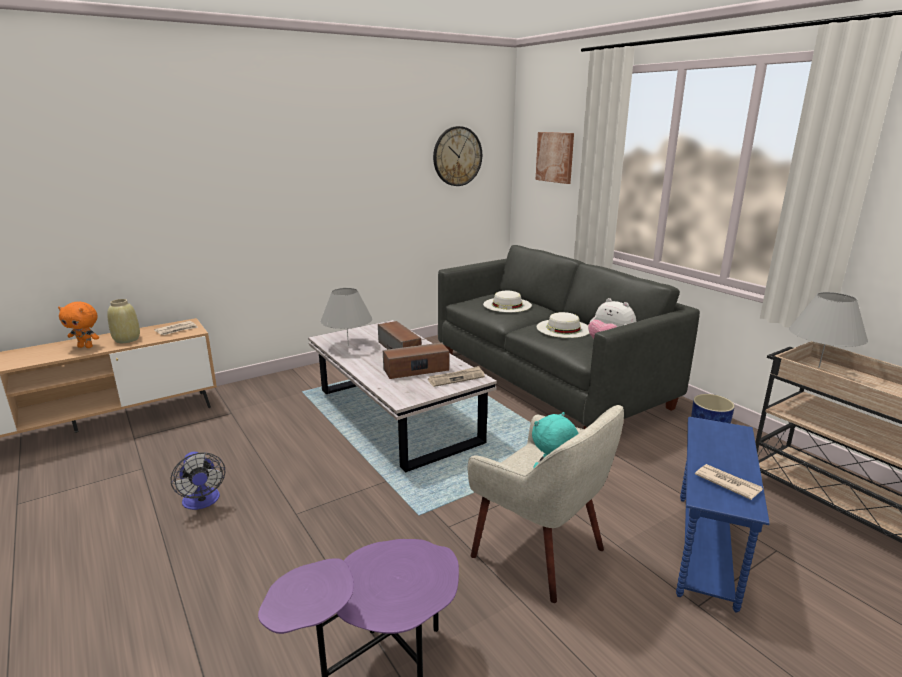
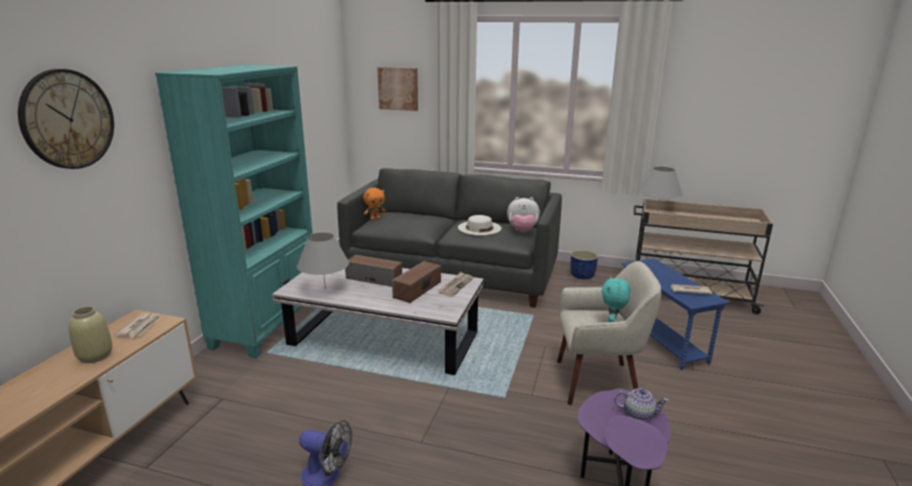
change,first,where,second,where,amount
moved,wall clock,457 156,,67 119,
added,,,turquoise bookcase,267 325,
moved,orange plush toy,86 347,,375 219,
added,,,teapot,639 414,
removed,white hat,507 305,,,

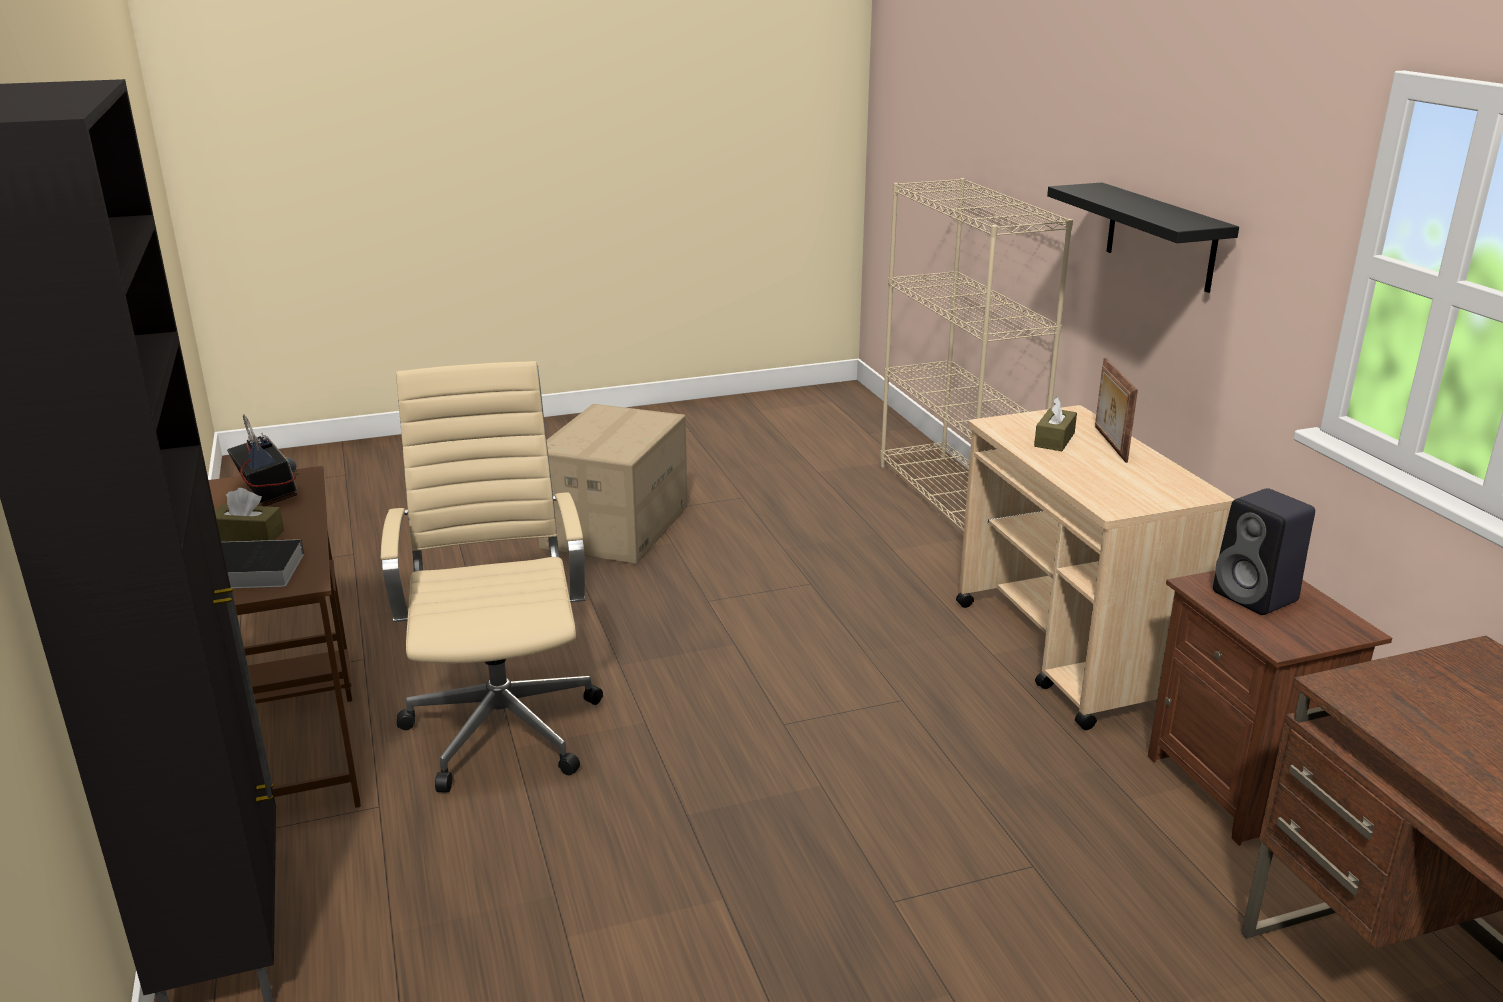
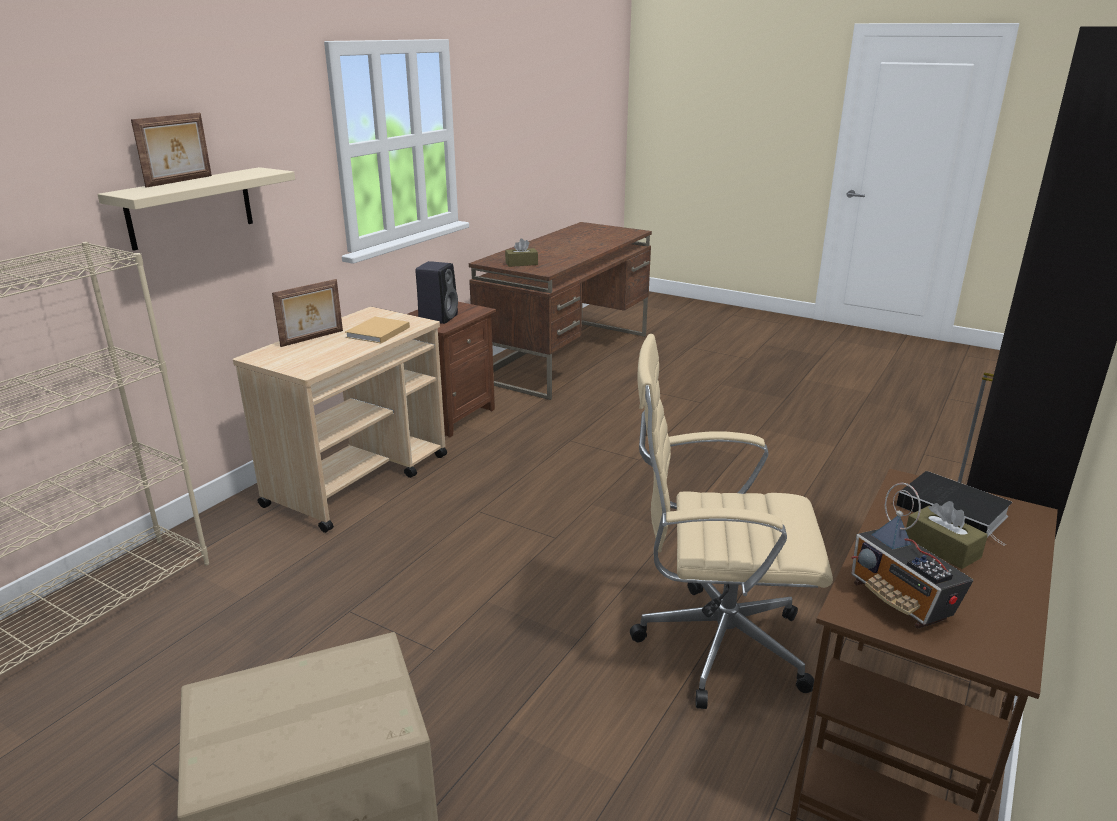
change,first,where,second,where,amount
recoloured,black shelf,1160 237,beige shelf,190 208,
added,,,picture frame,180 181,
added,,,beige book,377 333,
moved,brown tissue box,1054 440,,521 263,
turned,beige office chair,503 725,,713 645,60 degrees clockwise
turned,radio,268 492,,901 601,45 degrees counterclockwise

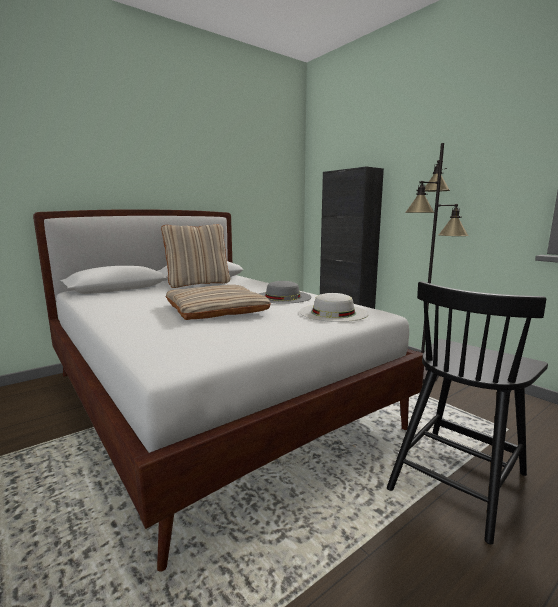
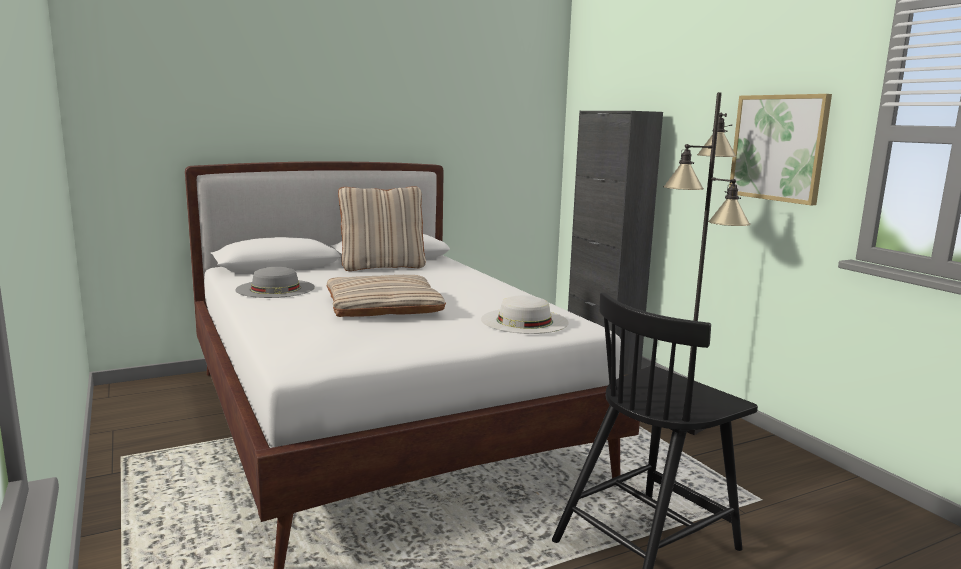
change,first,where,second,where,amount
moved,grey hat,282 297,,275 288,
added,,,picture,778 148,

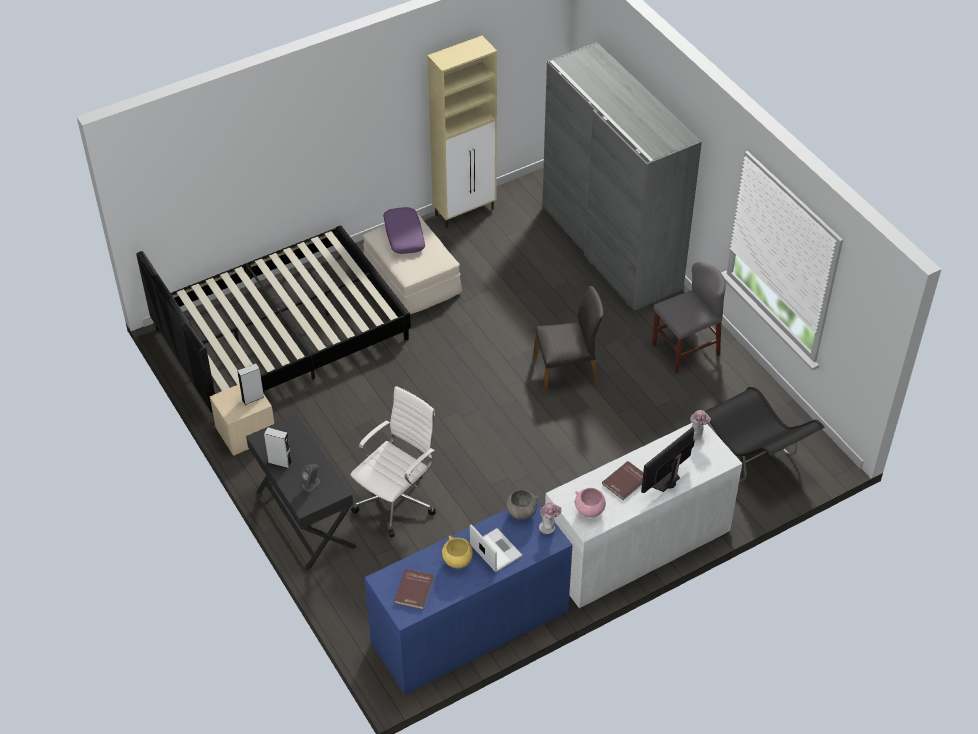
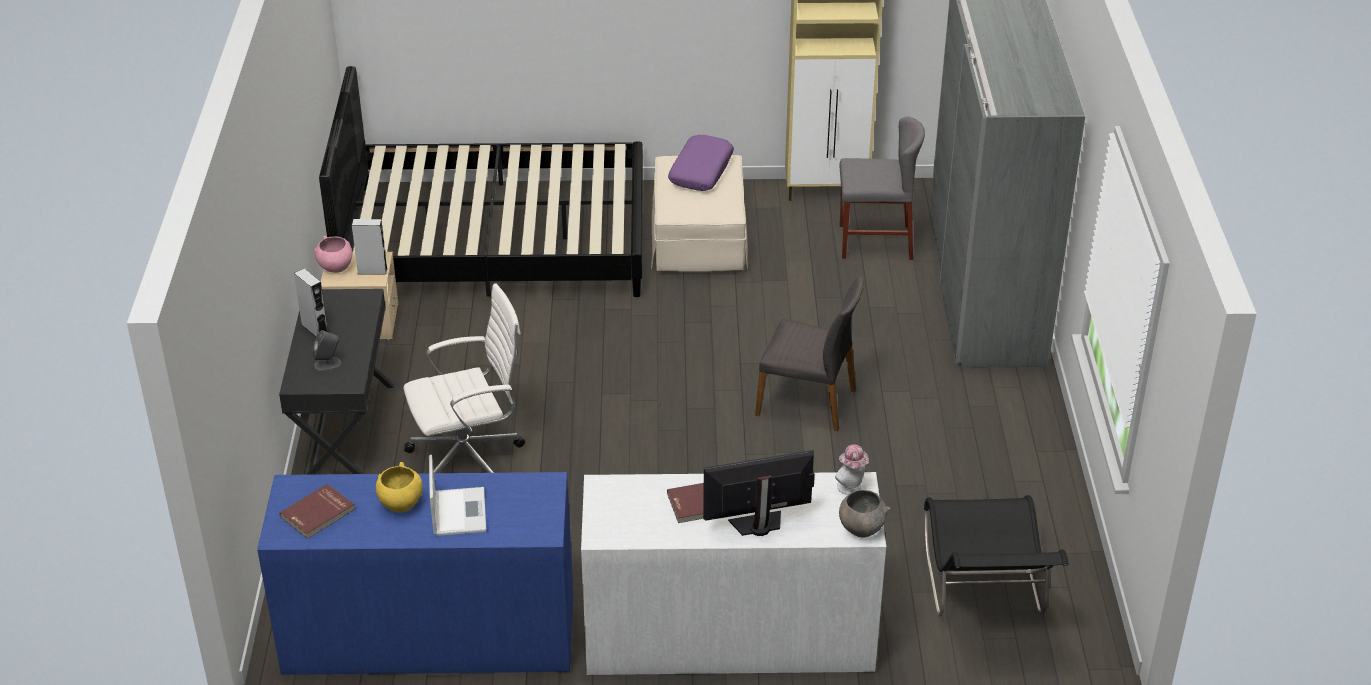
change,first,where,second,where,amount
moved,pink bowl,589 511,,335 267,
moved,grey chair,685 350,,875 242,
moved,grey bowl,521 513,,861 528,
removed,hat,549 527,,,

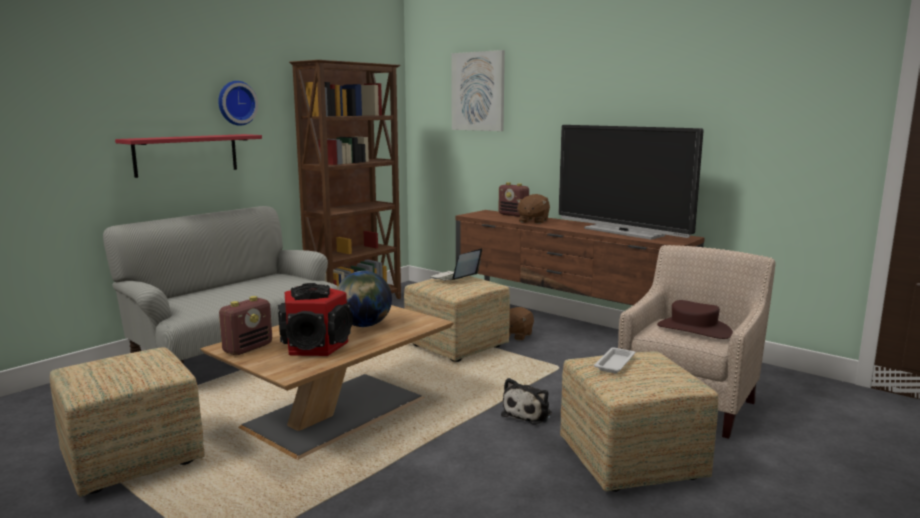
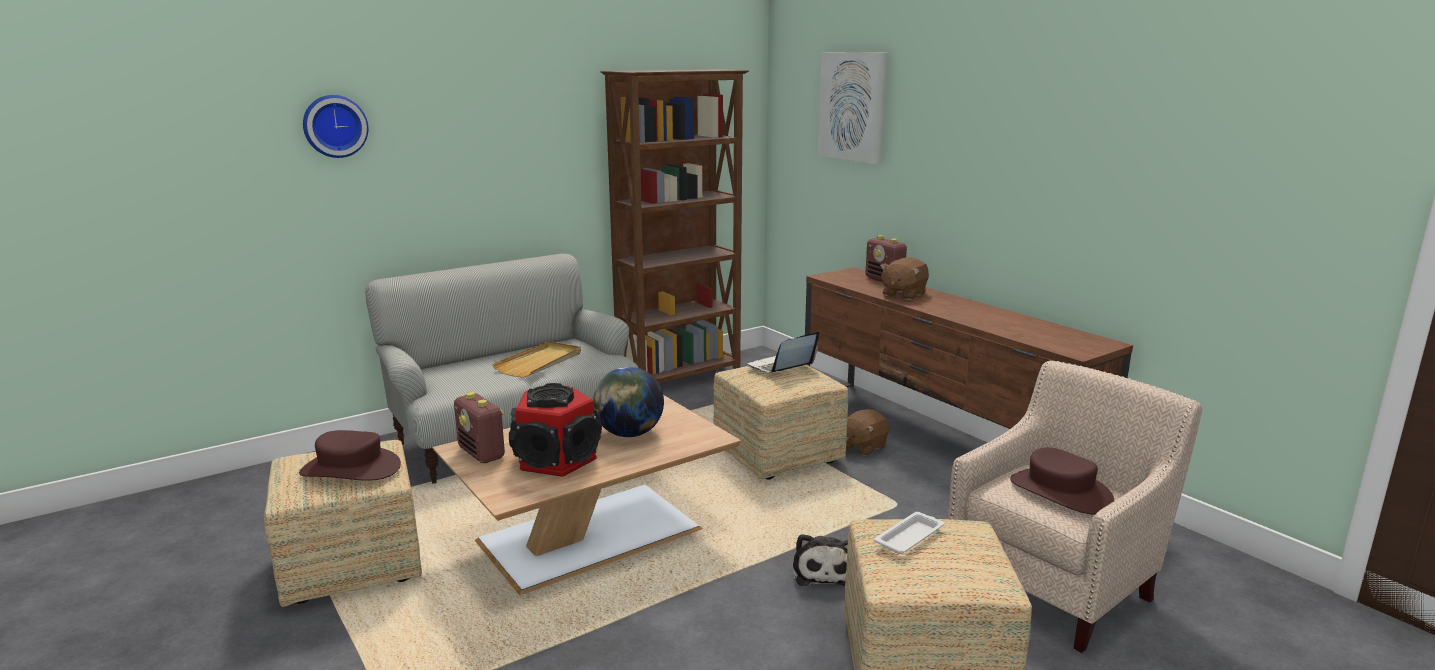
change,first,where,second,where,amount
added,,,brown hat,351 469,
moved,wall clock,236 103,,334 126,
turned,radio,248 348,,482 453,90 degrees clockwise
added,,,beige tray,539 362,
turned,plush toy,528 413,,823 571,45 degrees counterclockwise
removed,red shelf,186 155,,,
removed,television,623 232,,,

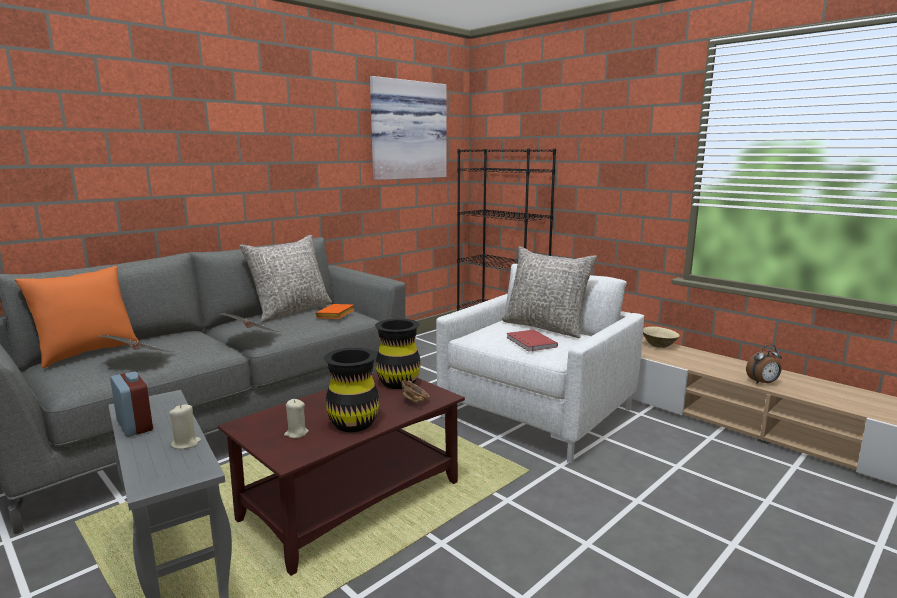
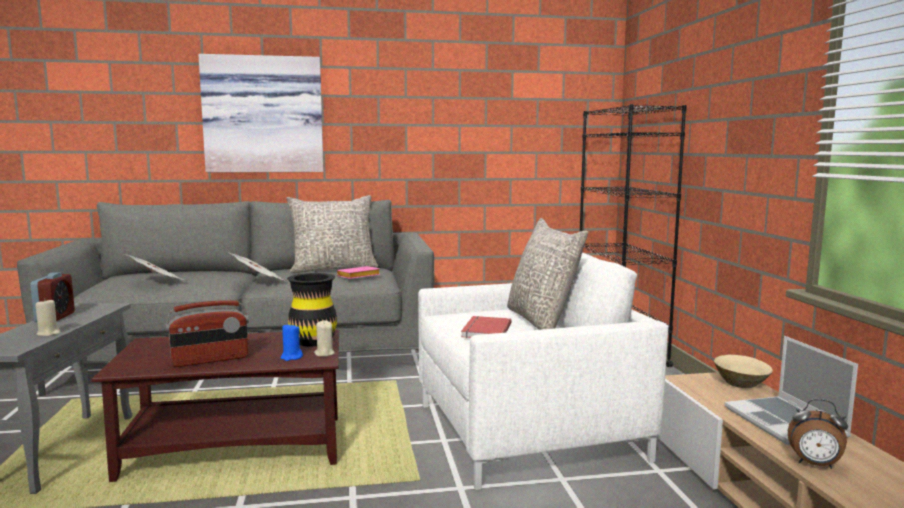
change,first,where,second,where,amount
replaced,black vase,353 423,radio,210 360,
moved,picture,407 130,,263 115,
replaced,bowl,415 401,blue candle,291 357,
moved,beige candle,296 433,,324 353,
recoloured,orange book,336 315,pink book,358 276,
added,,,laptop,786 423,
removed,orange pillow,87 353,,,

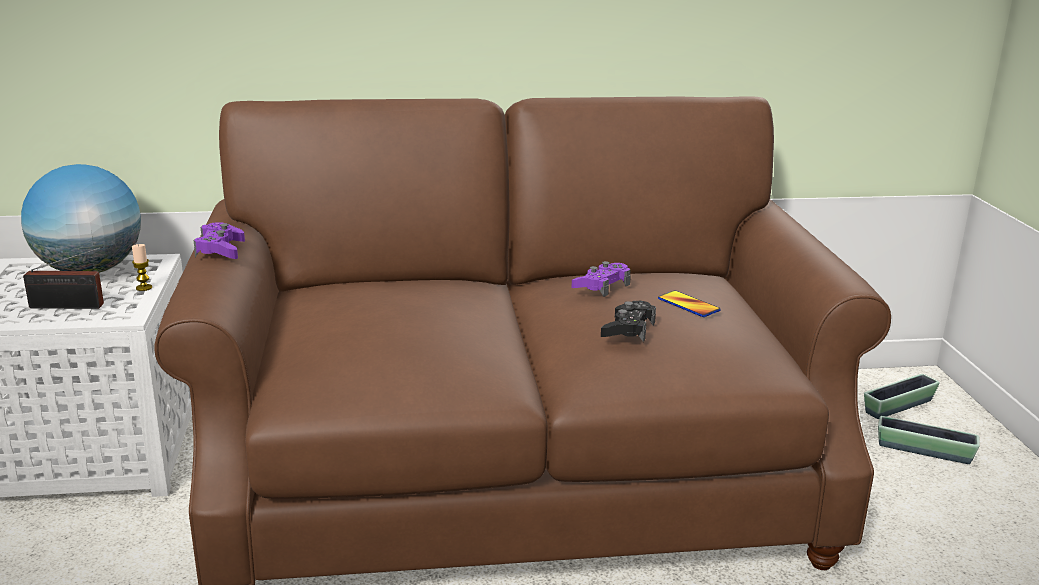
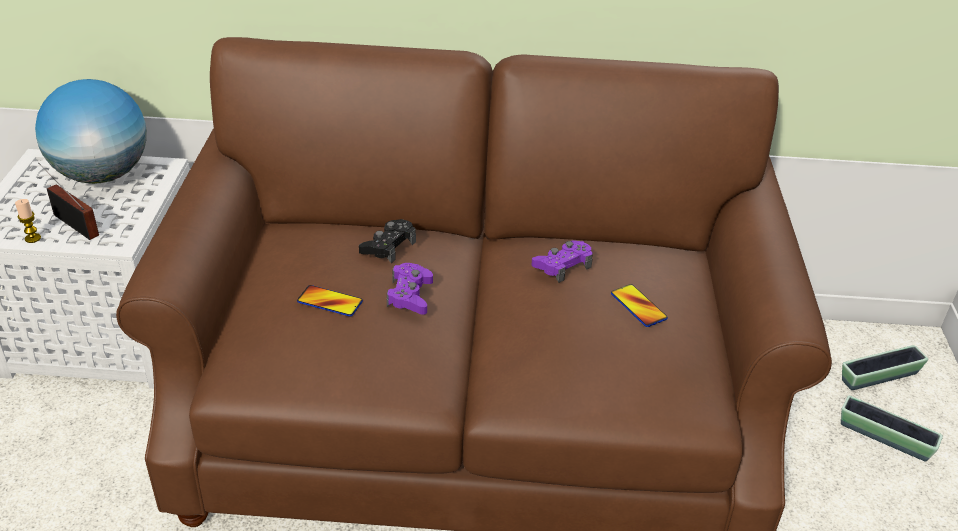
change,first,where,second,where,amount
moved,candle,144 288,,33 238,
turned,radio,70 306,,74 223,150 degrees counterclockwise
added,,,phone,330 302,
moved,black game controller,628 329,,388 246,
moved,purple game controller,220 249,,410 295,

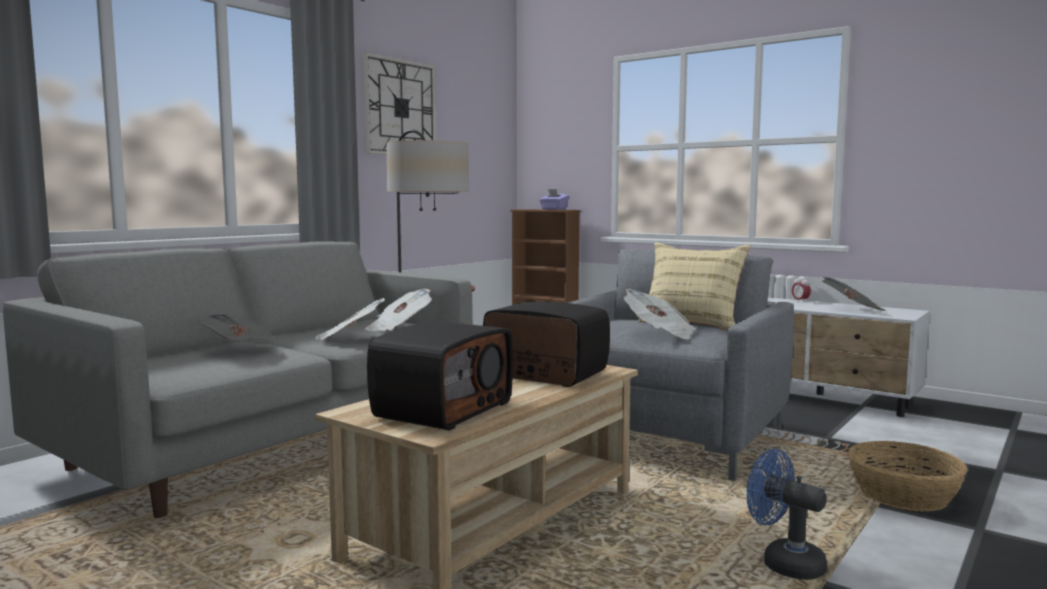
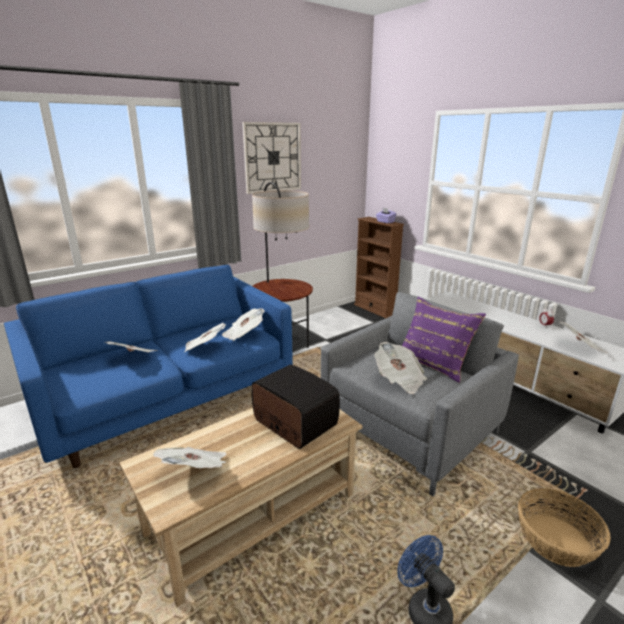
change,first,where,second,where,amount
recoloured,grey sofa,273 442,blue sofa,167 399,
replaced,radio,442 409,newspaper,196 471,
recoloured,beige pillow,692 323,purple pillow,434 363,

